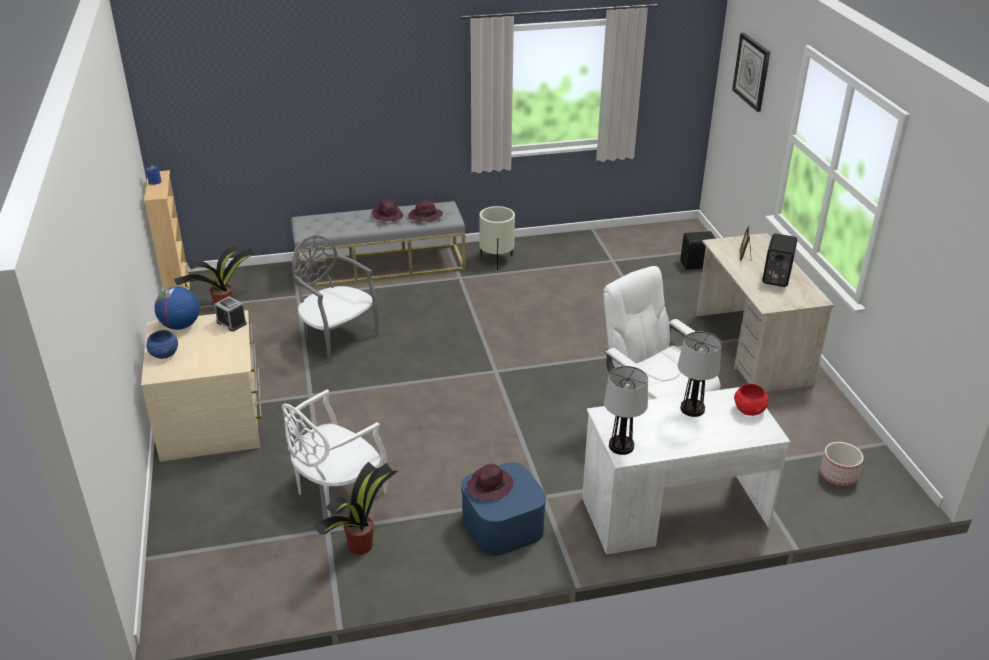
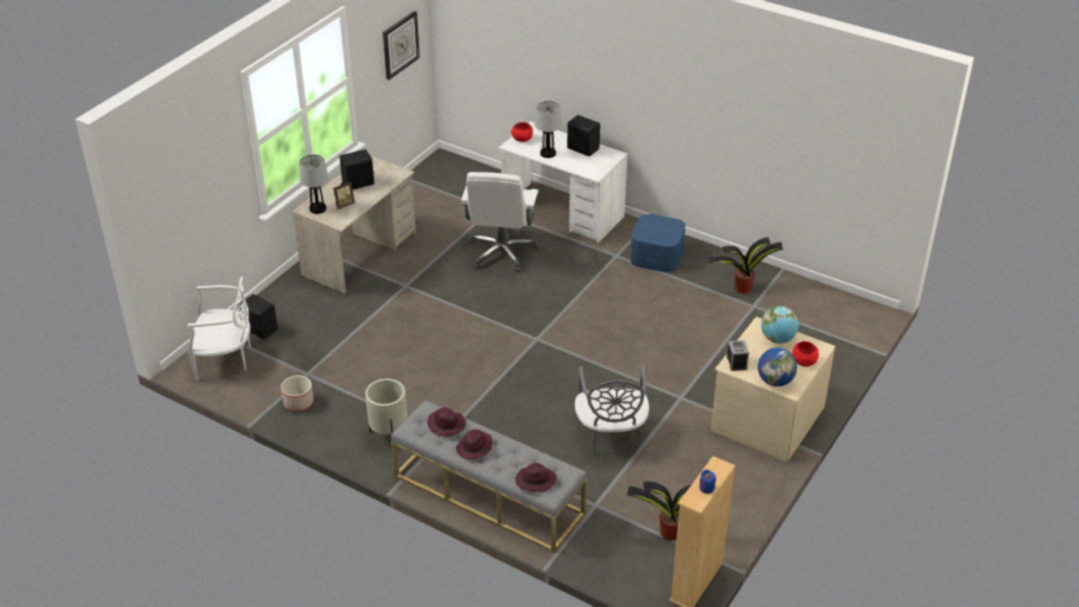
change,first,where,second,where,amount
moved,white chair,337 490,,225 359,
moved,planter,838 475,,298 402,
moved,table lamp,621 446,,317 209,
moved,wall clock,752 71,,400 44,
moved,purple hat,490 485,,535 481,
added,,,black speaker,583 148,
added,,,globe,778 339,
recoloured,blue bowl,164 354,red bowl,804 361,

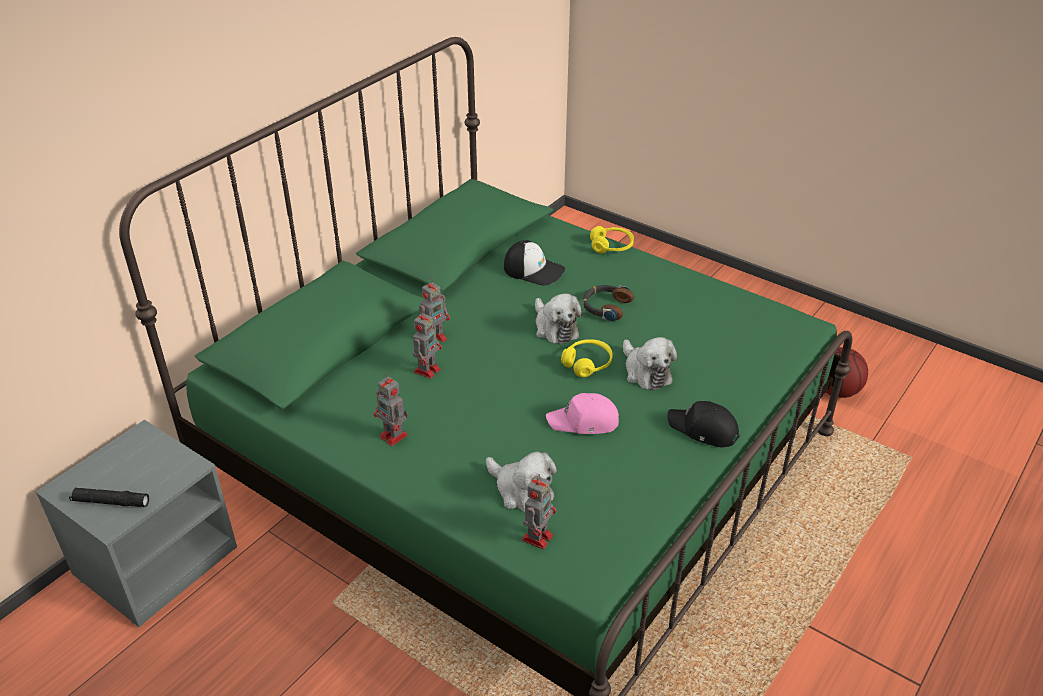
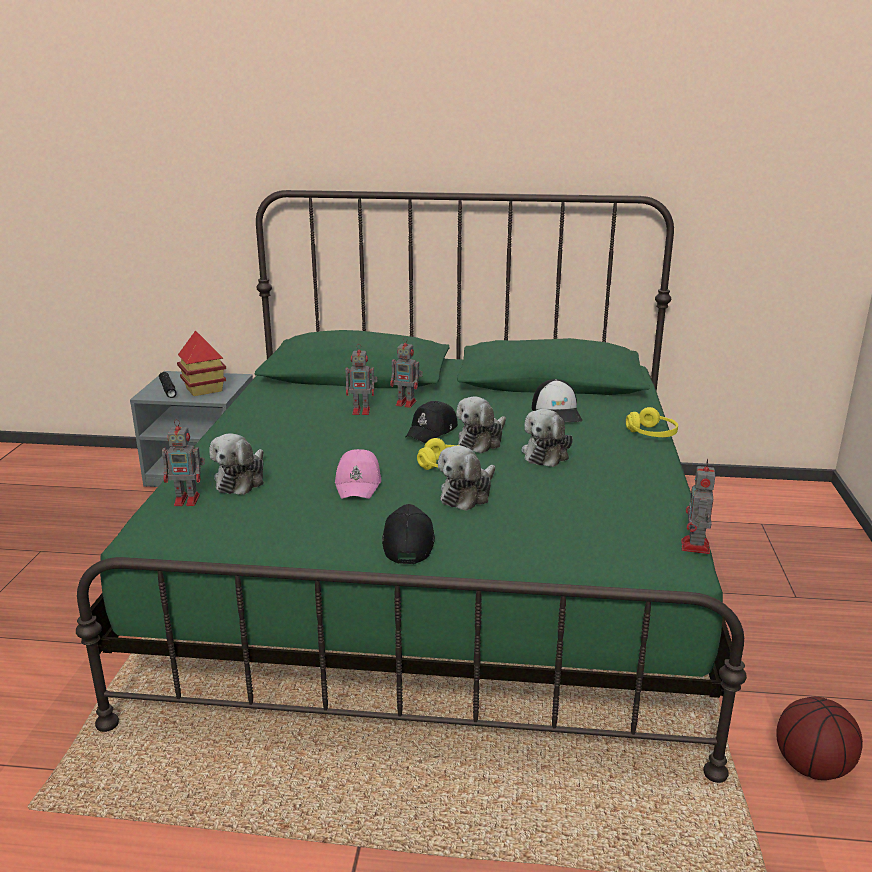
change,first,where,second,where,amount
added,,,toy house,204 389,
turned,pink cap,584 422,,359 484,150 degrees counterclockwise
added,,,black cap,432 431,
replaced,headphones,605 307,plush toy,547 453,
moved,toy robot,394 437,,695 547,

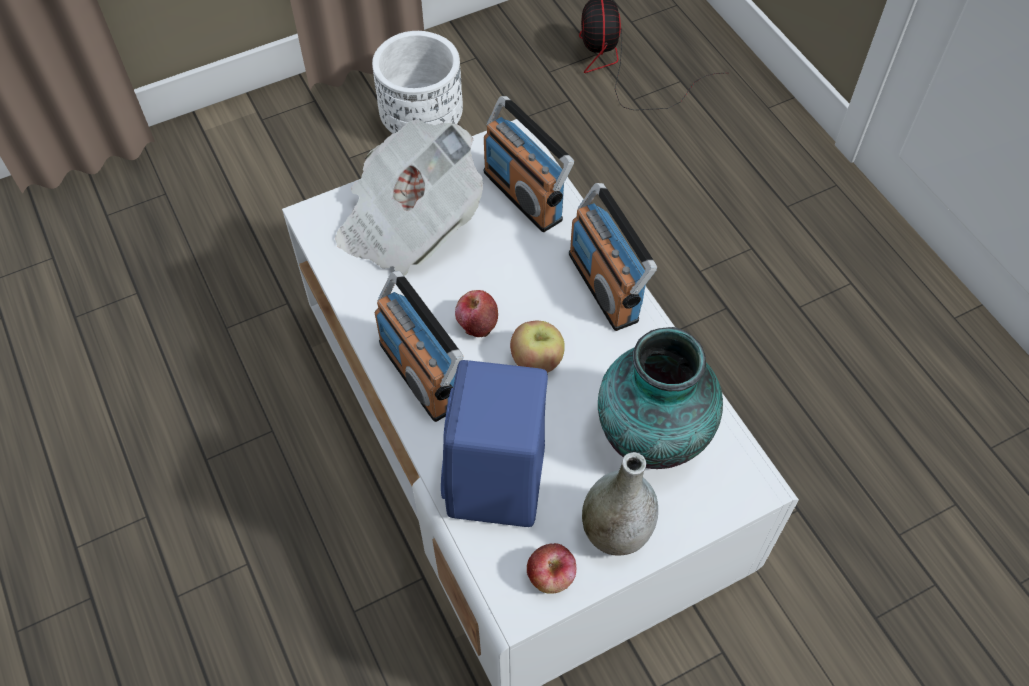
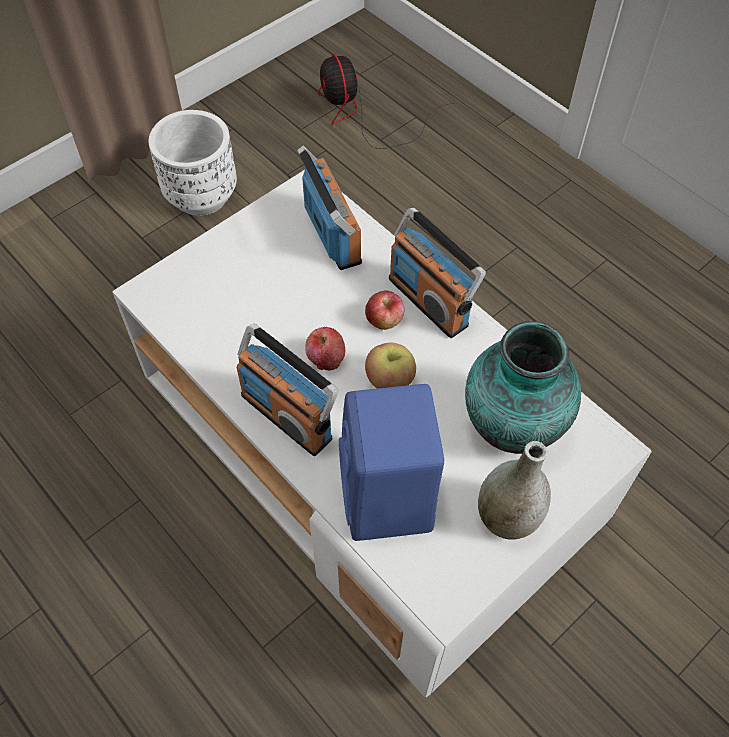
change,first,where,second,where,amount
turned,radio,524 195,,332 235,150 degrees counterclockwise
moved,apple,551 576,,384 320,
removed,newspaper,409 223,,,

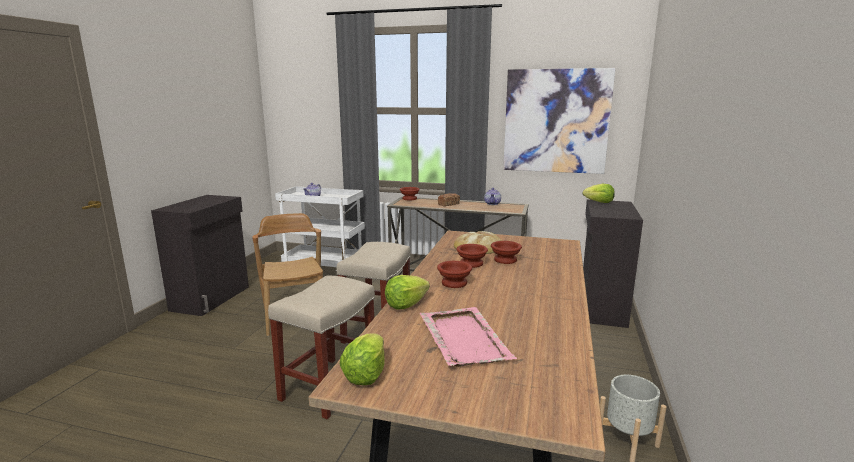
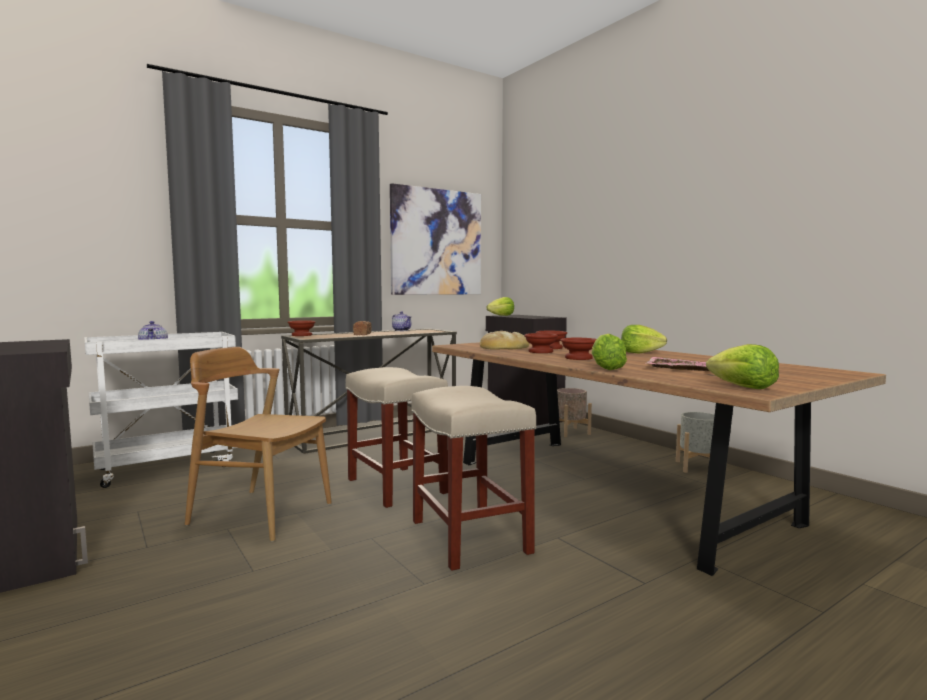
change,first,where,second,where,amount
added,,,beige planter,570 432,
added,,,lettuce,640 352,

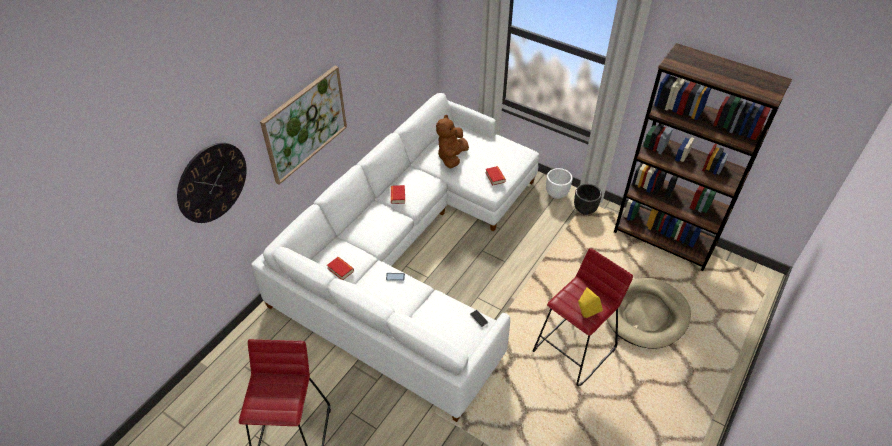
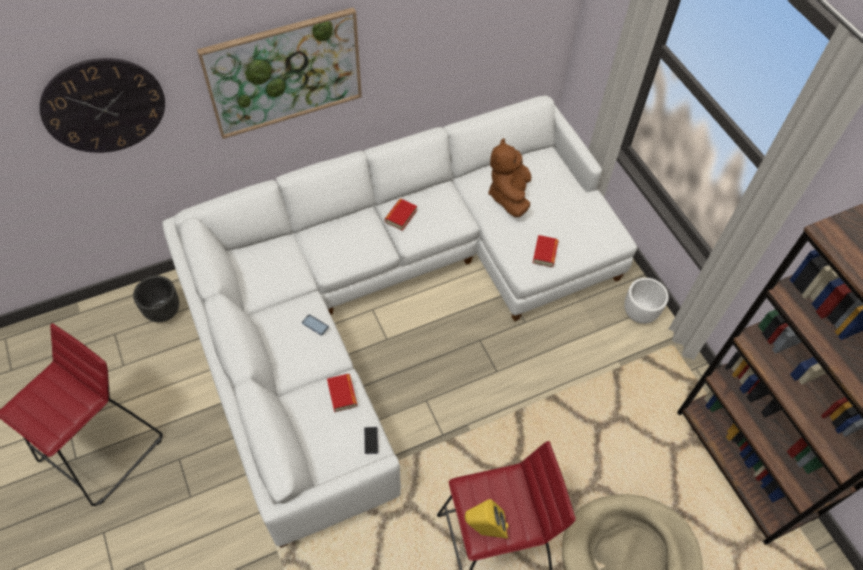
change,first,where,second,where,amount
moved,black planter,584 210,,163 311,
moved,book,340 270,,342 394,
turned,brown plush toy,452 157,,509 195,45 degrees counterclockwise

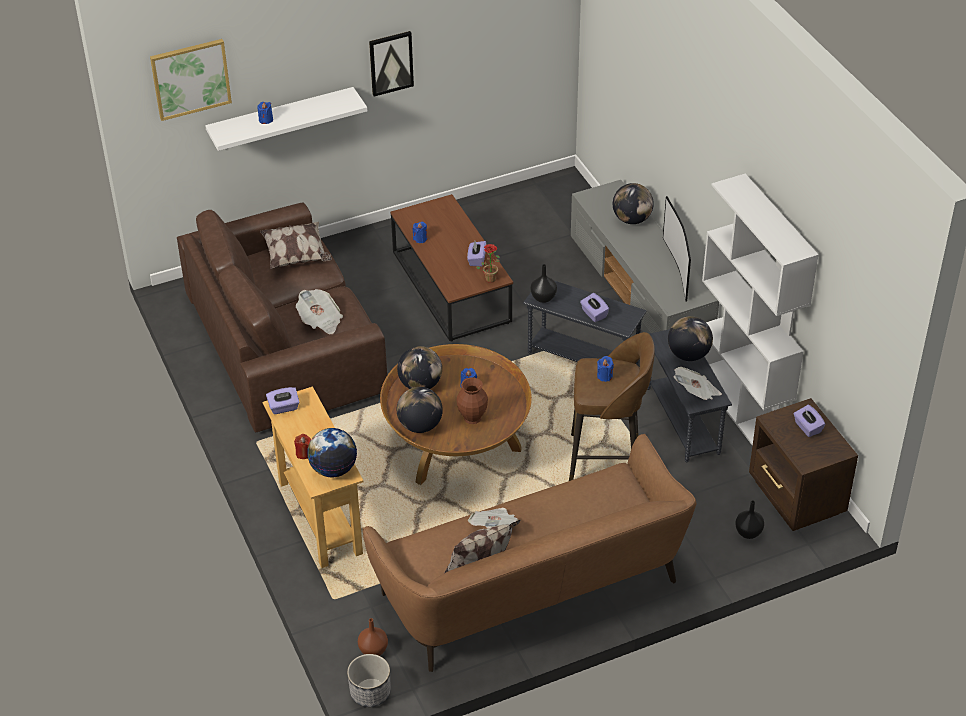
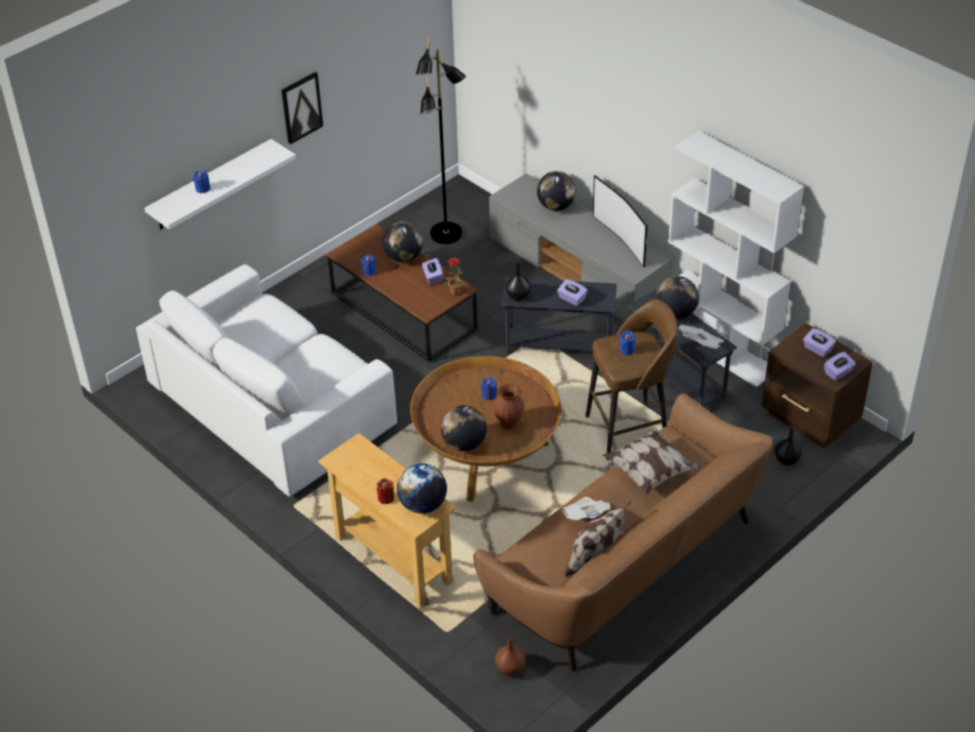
change,first,where,second,where,amount
recoloured,brown sofa,286 343,white sofa,272 404,
moved,globe,420 385,,403 257,
added,,,black floor lamp,446 234,
moved,pillow,297 256,,651 472,
moved,purple tissue box,284 407,,838 373,
removed,picture,190 78,,,
removed,newspaper,320 321,,,
removed,planter,370 693,,,

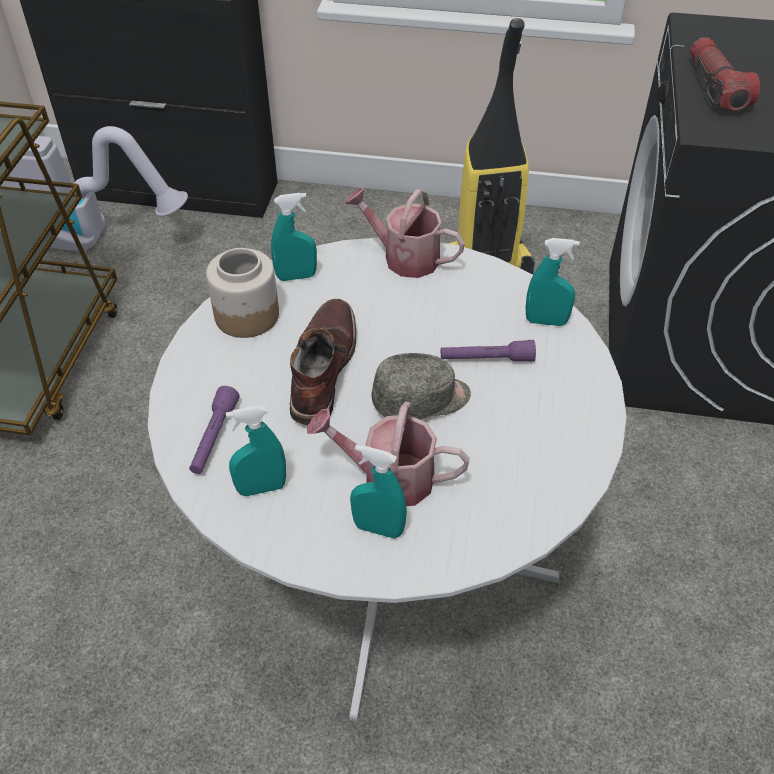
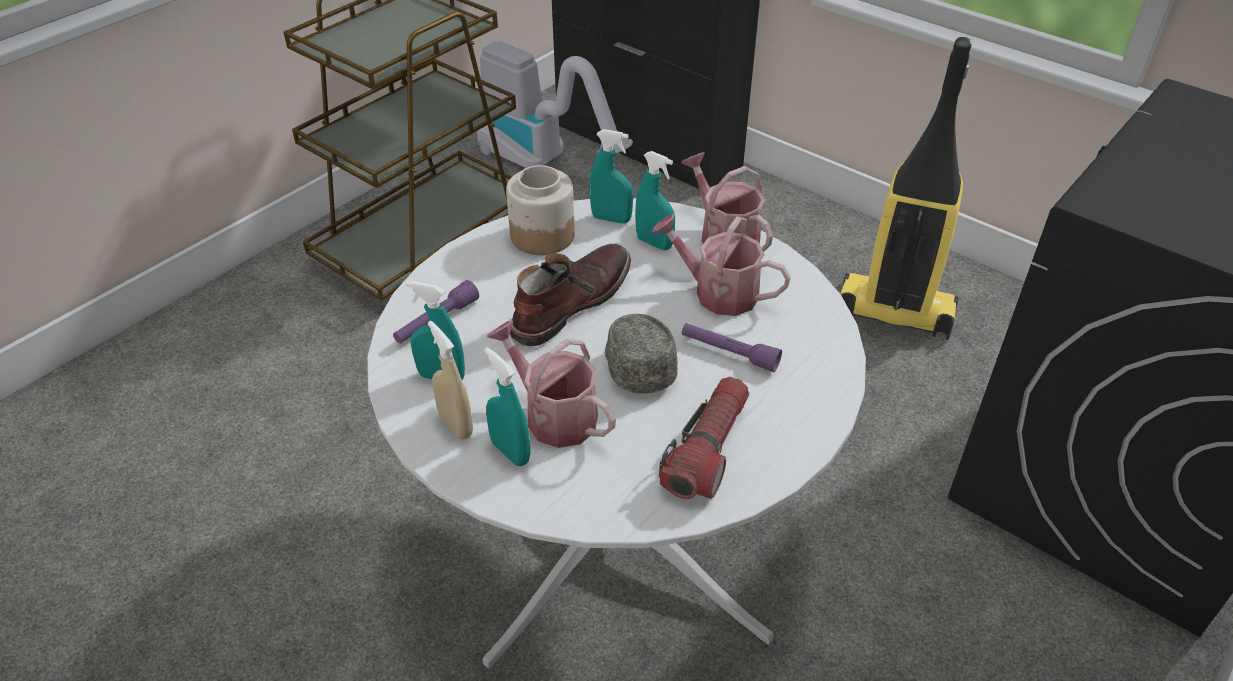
change,first,where,second,where,amount
added,,,beige spray bottle,455 425,
turned,grey cap,421 400,,637 363,120 degrees counterclockwise
moved,turquoise spray bottle,546 321,,654 243,
added,,,watering can,717 292,
moved,flashlight,715 88,,707 450,

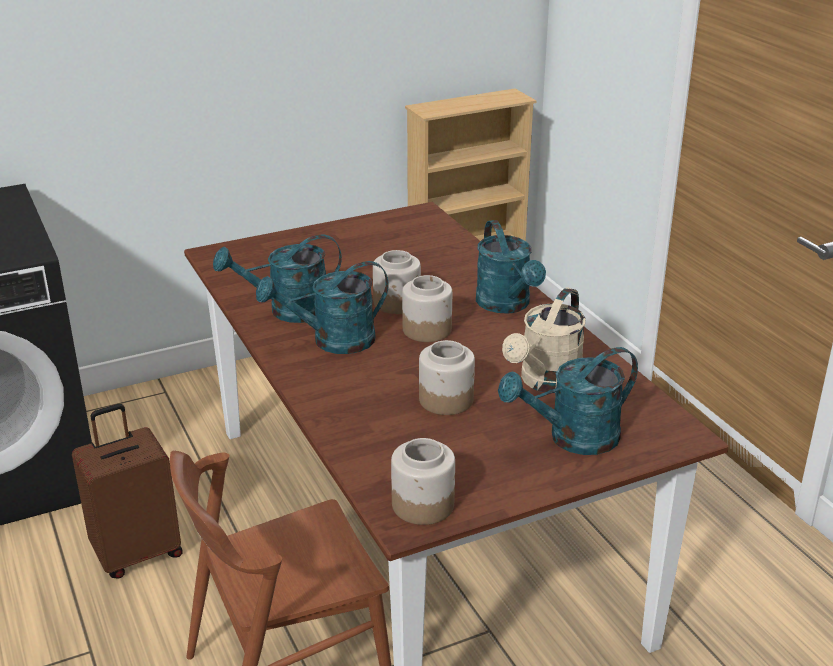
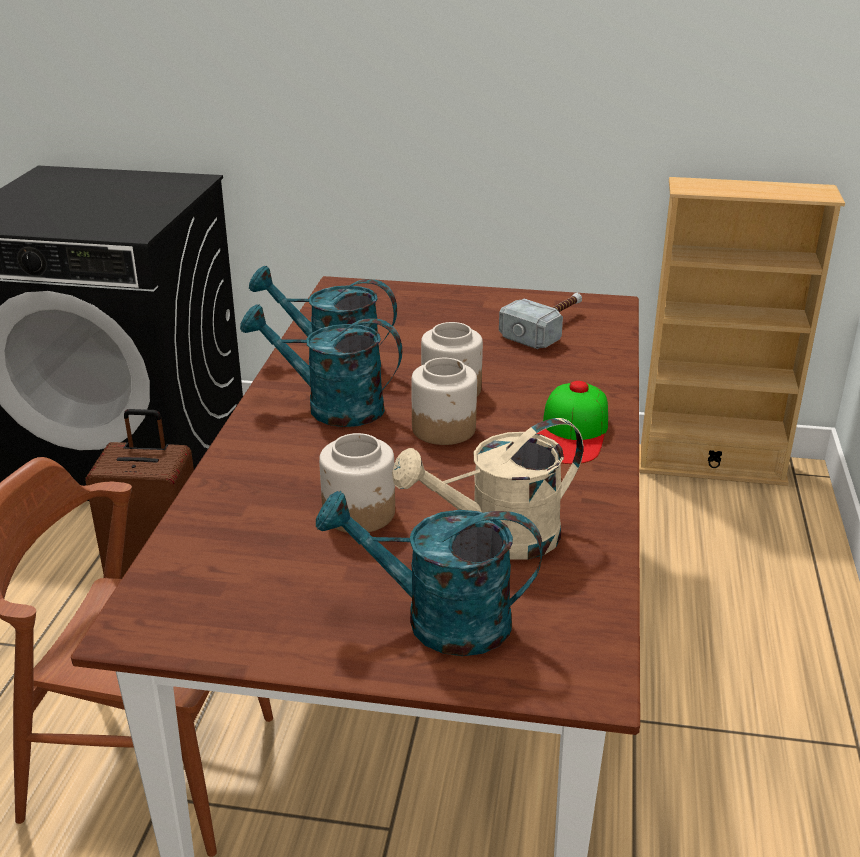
change,first,where,second,where,amount
added,,,hammer,548 328,
replaced,turquoise watering can,507 305,cap,572 433,
removed,jar,423 504,,,

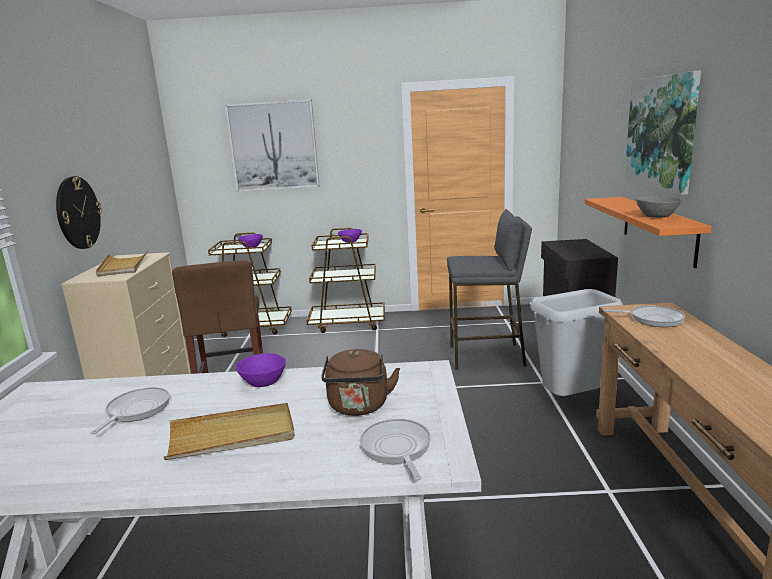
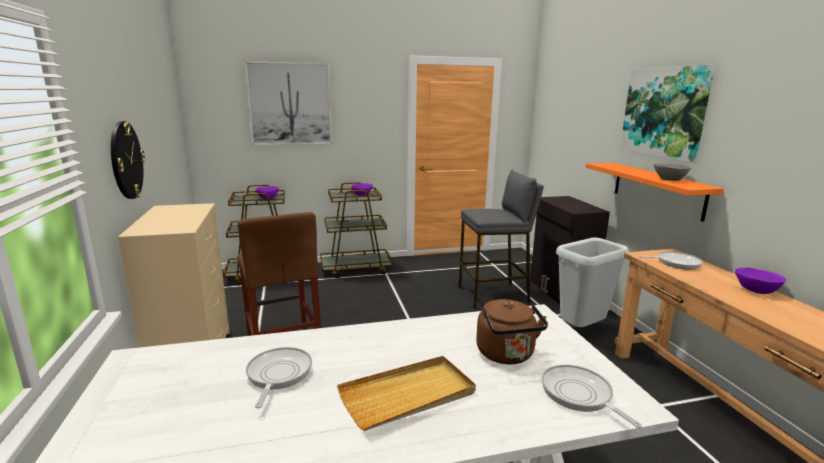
change,first,where,second,where,amount
moved,purple bowl,264 382,,756 290,
removed,beige tray,123 266,,,

